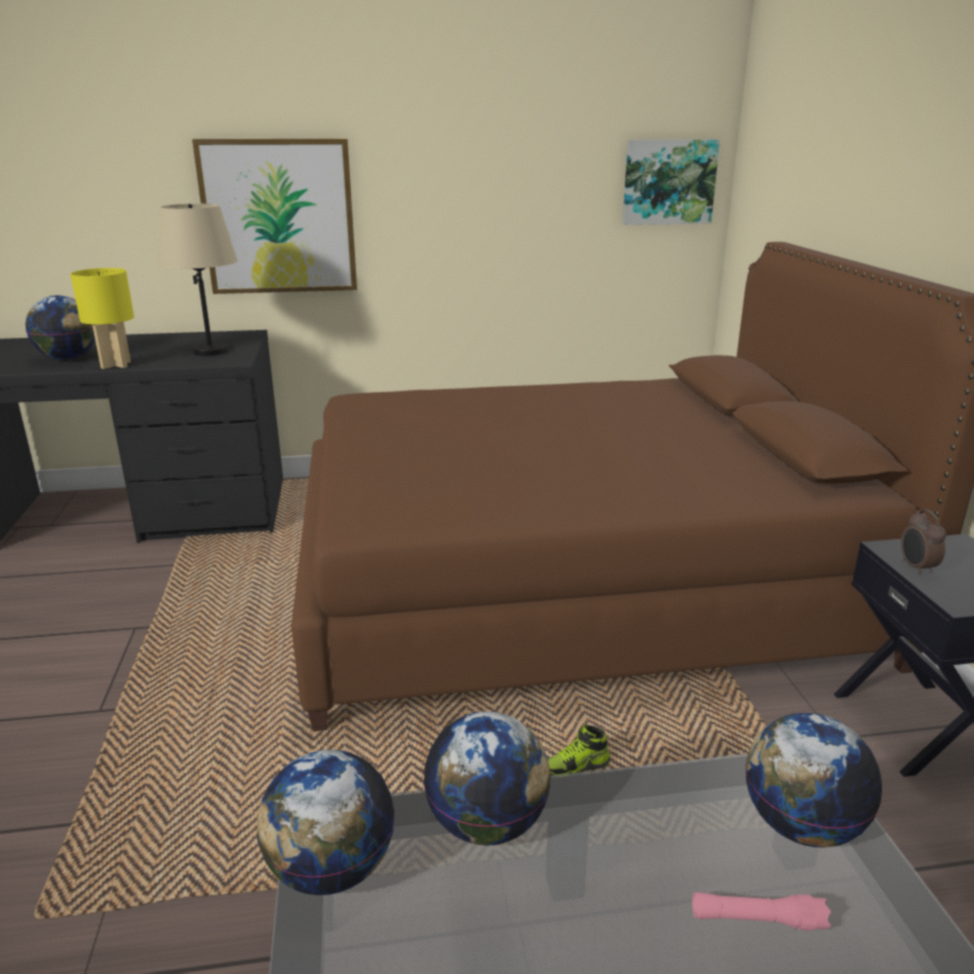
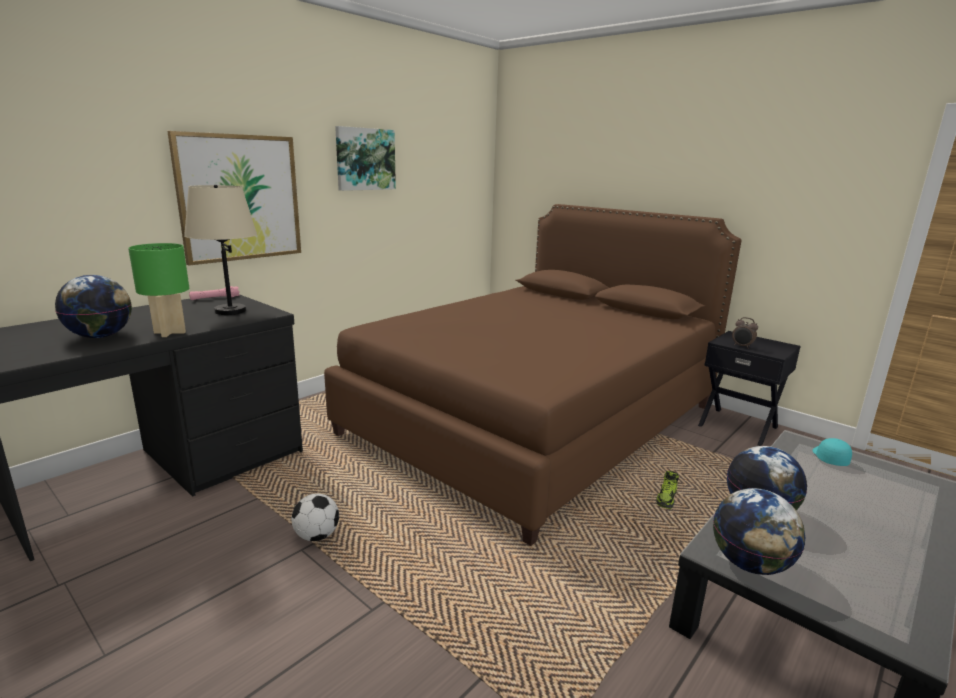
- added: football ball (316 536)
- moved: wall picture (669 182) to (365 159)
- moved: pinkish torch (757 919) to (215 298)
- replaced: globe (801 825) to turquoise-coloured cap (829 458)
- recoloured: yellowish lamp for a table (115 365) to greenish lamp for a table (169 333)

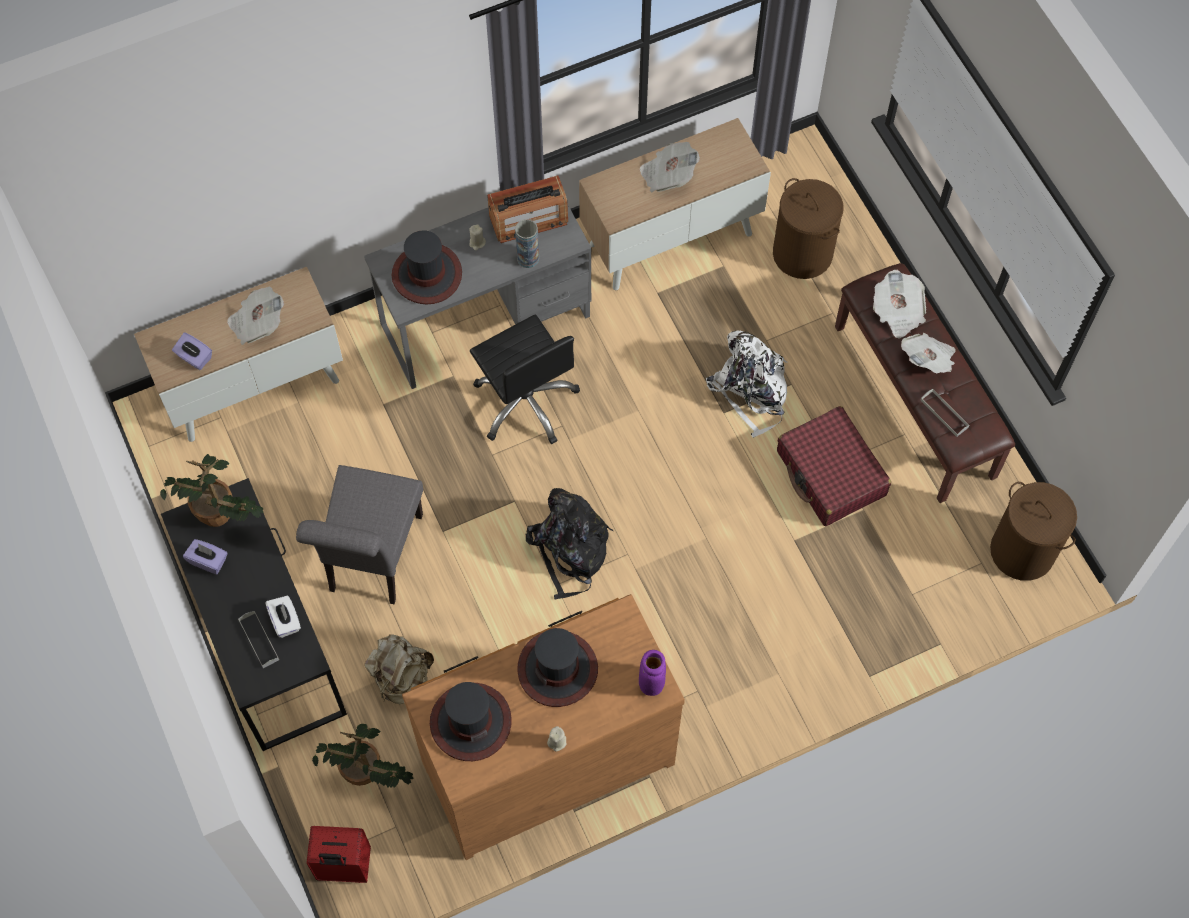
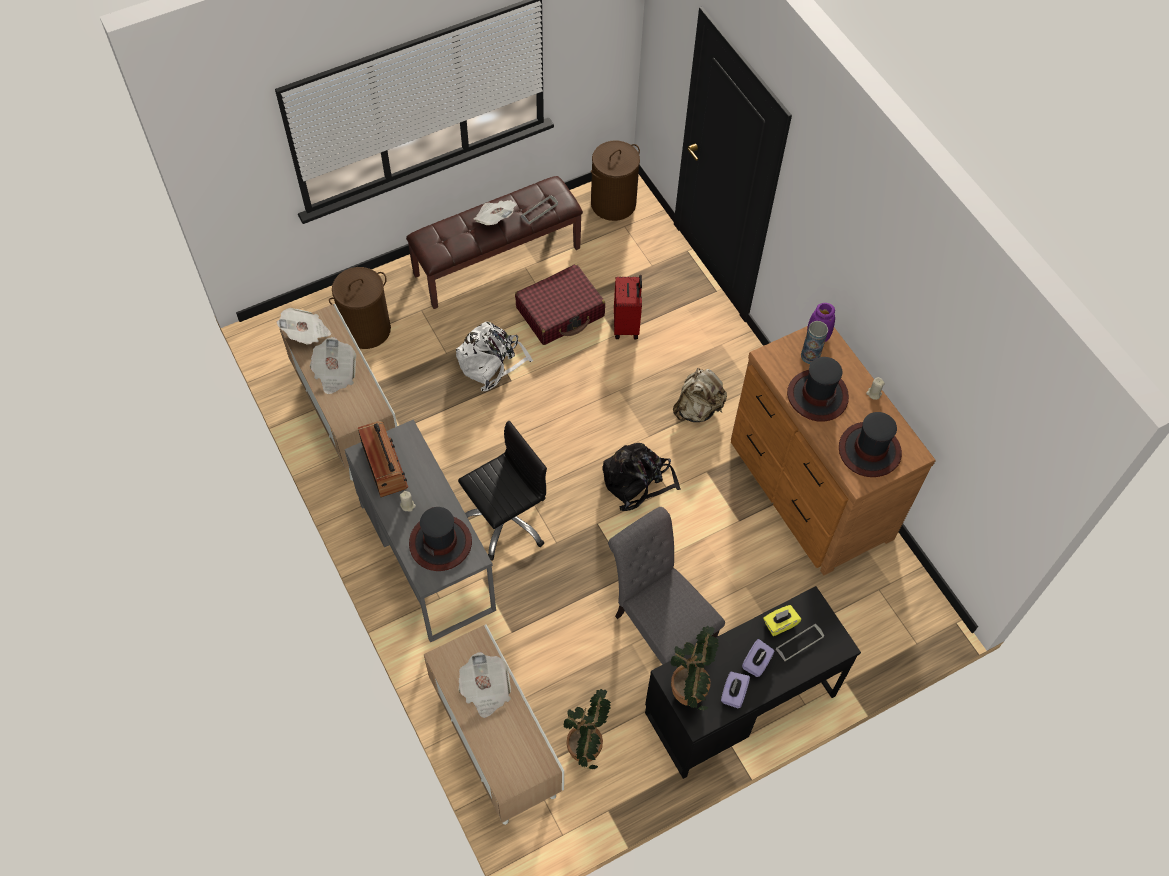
- moved: purple-coloured box of tissues (194 358) to (756 663)
- moved: red suitcase (343 867) to (627 325)
- moved: potted plant (368 776) to (588 745)
- moved: beige knapsack (401 677) to (697 409)
- moved: flower vase (528 258) to (810 356)
- moved: daily paper (897 312) to (306 333)
- recoloured: white box of tissues (285 621) to yellowish box of tissues (780 624)
- turned: grey upright chair (372 559) = (658 627) 135 degrees counterclockwise

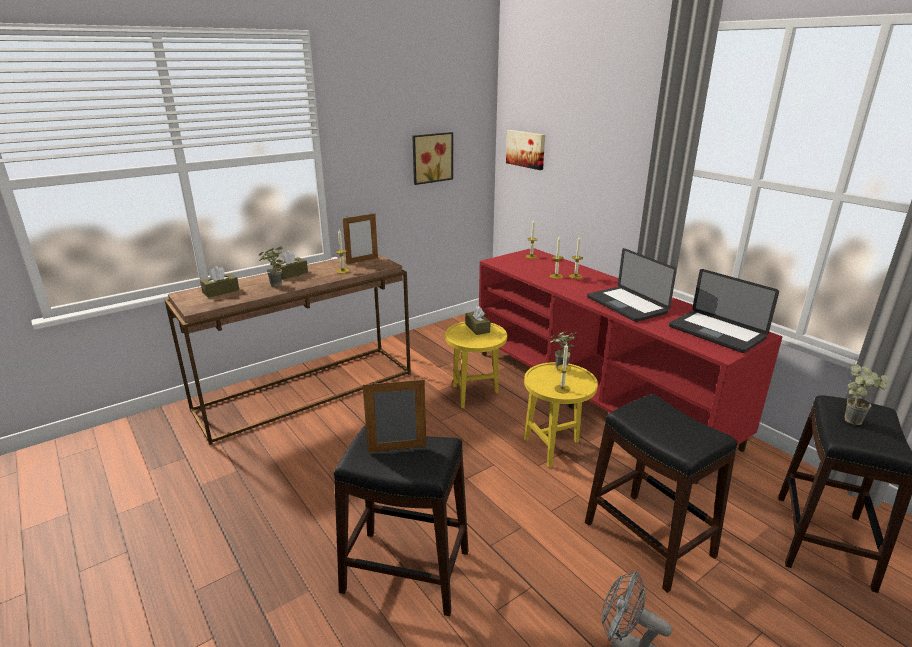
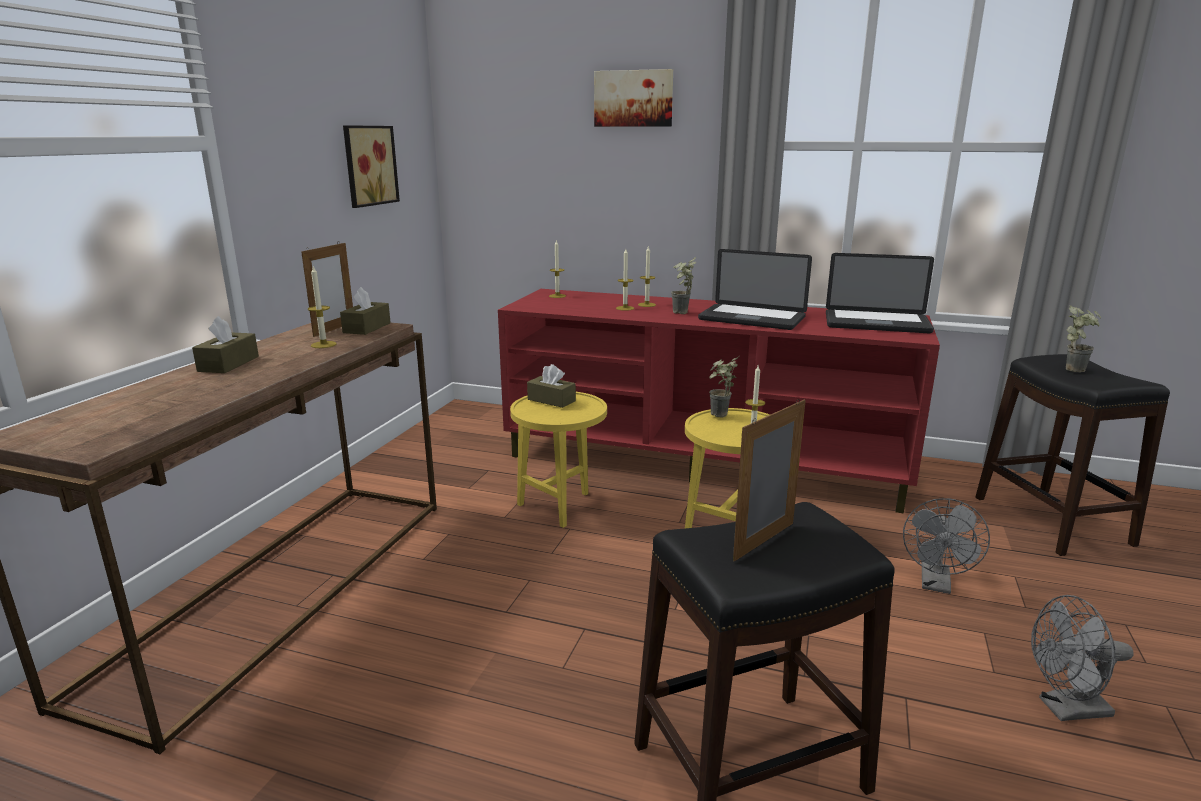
- moved: brown-coloured box of tissues (221 291) to (367 328)
- moved: potted plant (274 286) to (682 314)
- moved: wall picture (526 149) to (633 98)
- replaced: blackish stool (648 538) to grey electric fan (936 584)

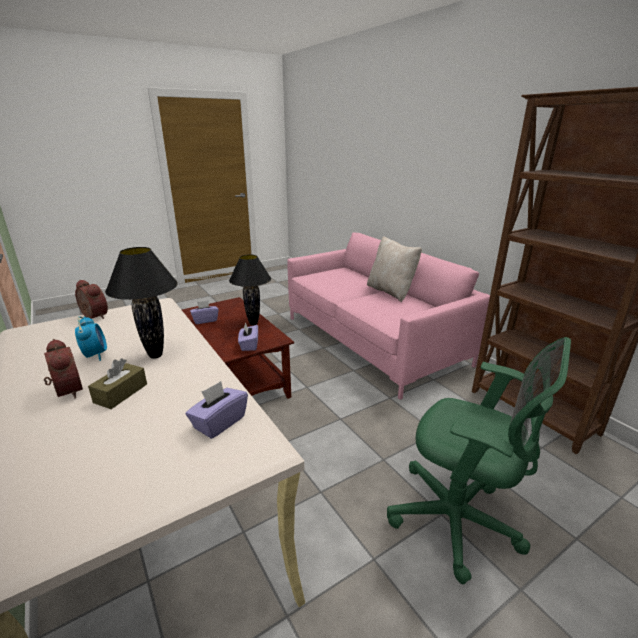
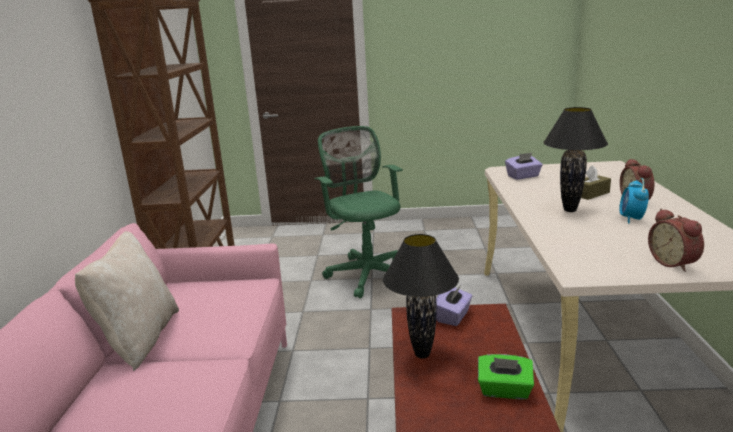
- recoloured: purple-coloured box of tissues (205 320) to greenish box of tissues (504 391)

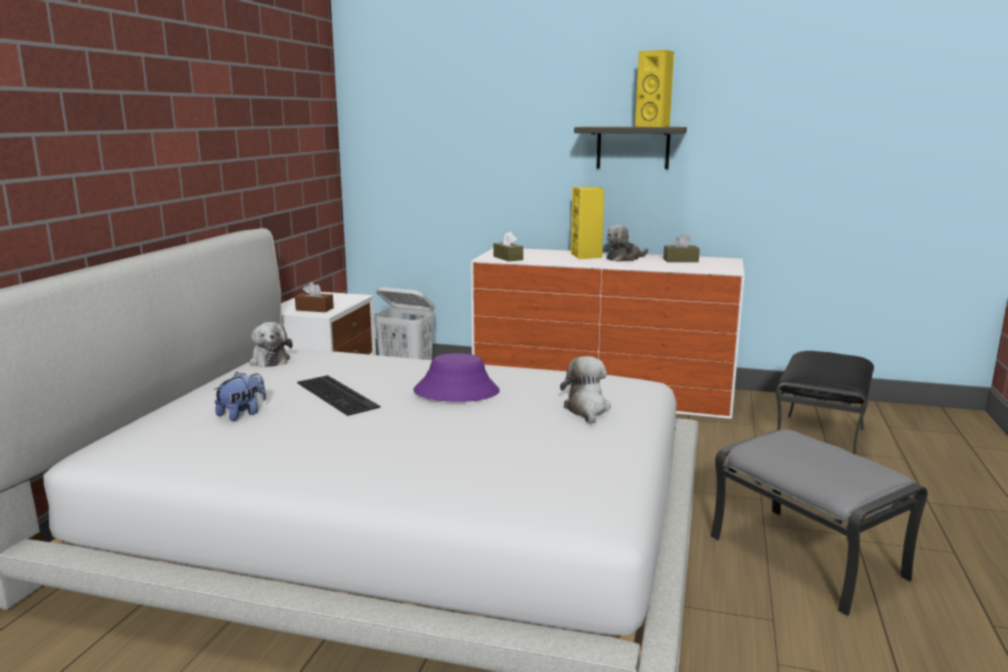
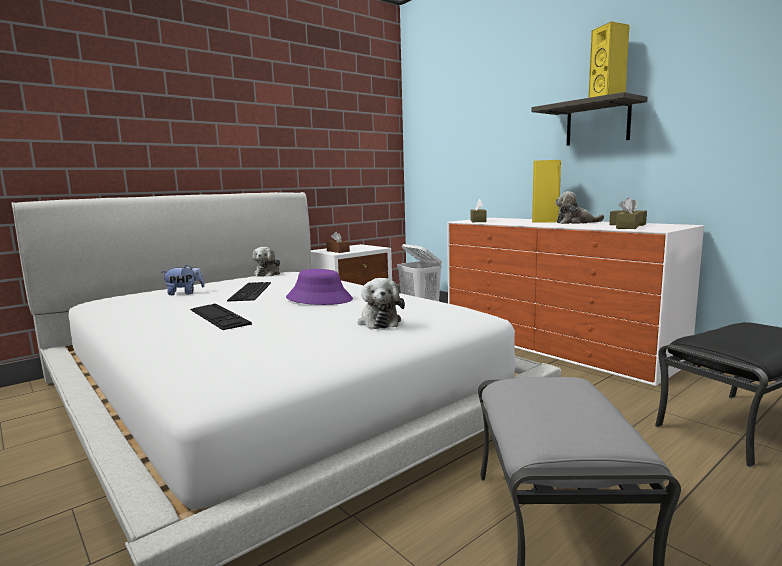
- added: keyboard (219 316)
- added: brown-coloured box of tissues (627 227)
- turned: soft toy (586 409) = (379 321) 135 degrees clockwise

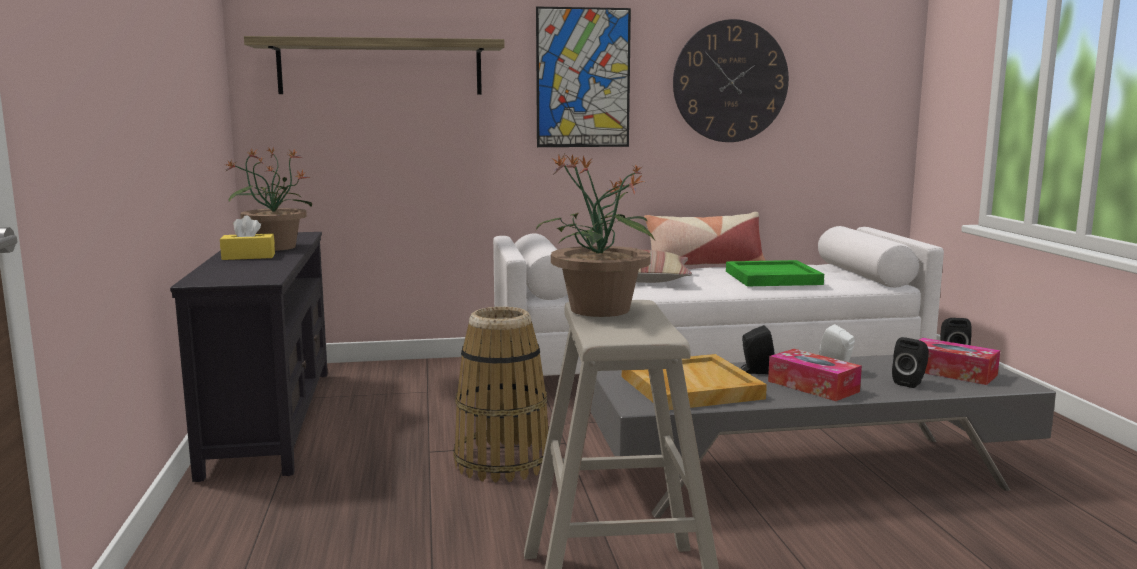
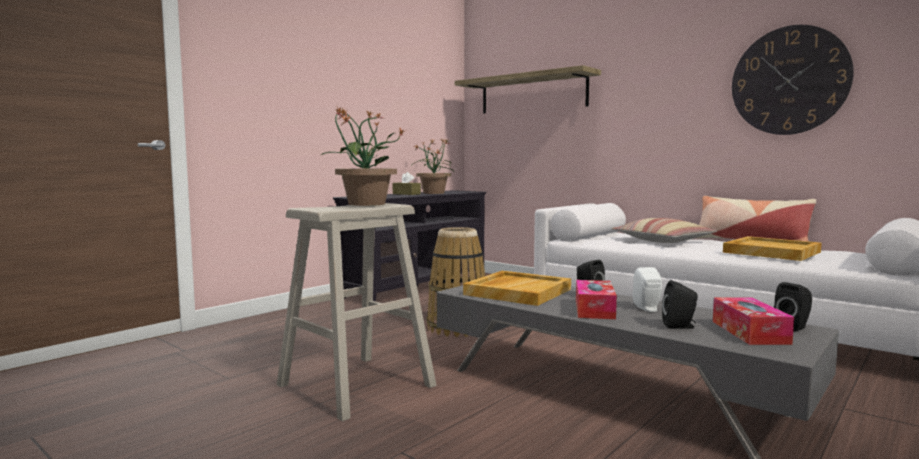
- removed: wall picture (583 78)
- recoloured: yellowish box of tissues (248 257) to brown-coloured box of tissues (406 194)
- recoloured: greenish serving tray (772 278) to beige serving tray (770 252)

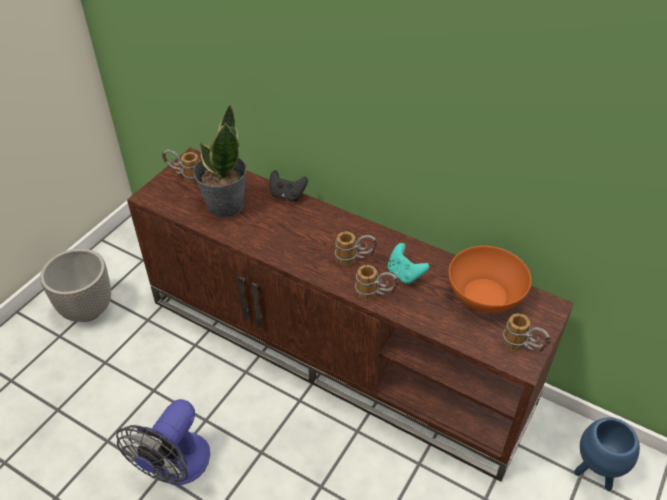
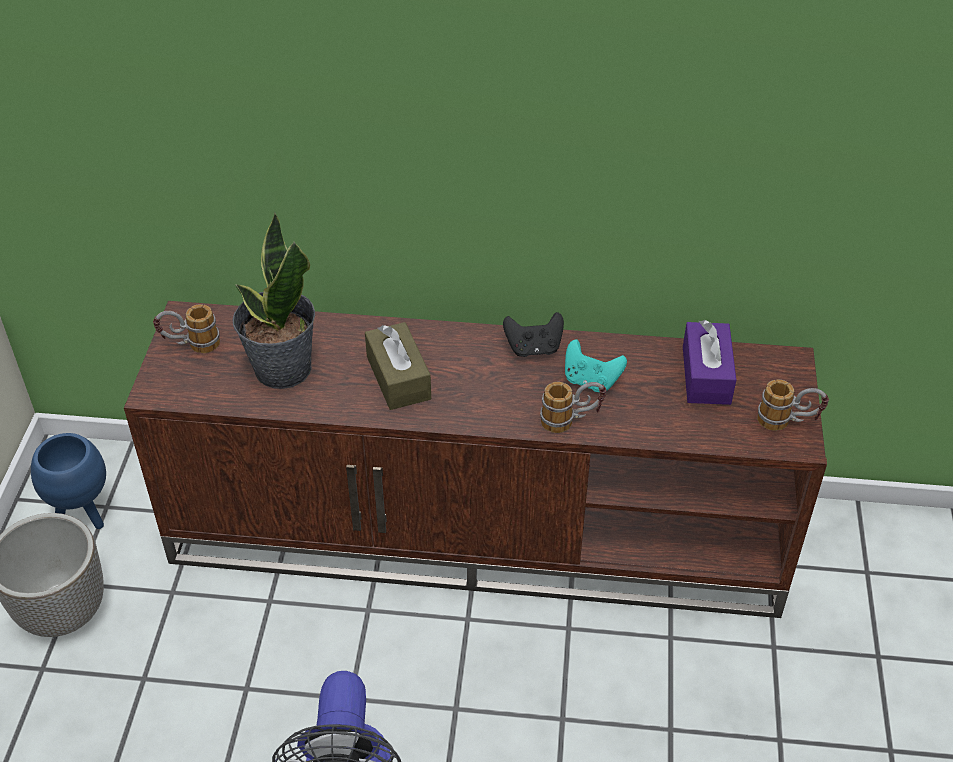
- removed: coffee mug (355 259)
- added: brown-coloured box of tissues (398 378)
- moved: blackish game controller (287 195) to (533 348)
- moved: blue plant pot (595 473) to (84 515)
- replaced: orangey bowl (485 296) to purple-coloured box of tissues (706 375)

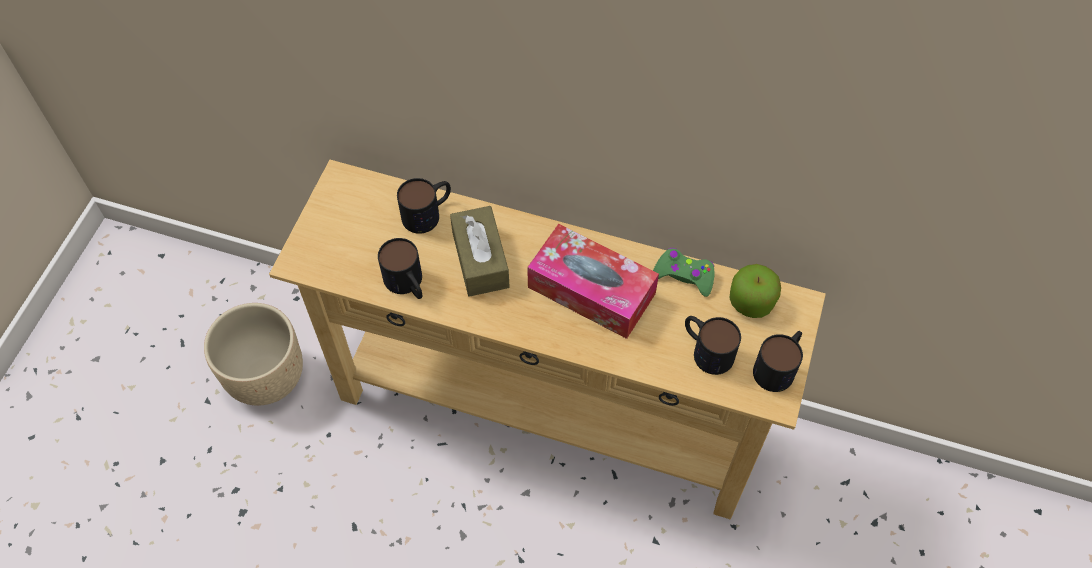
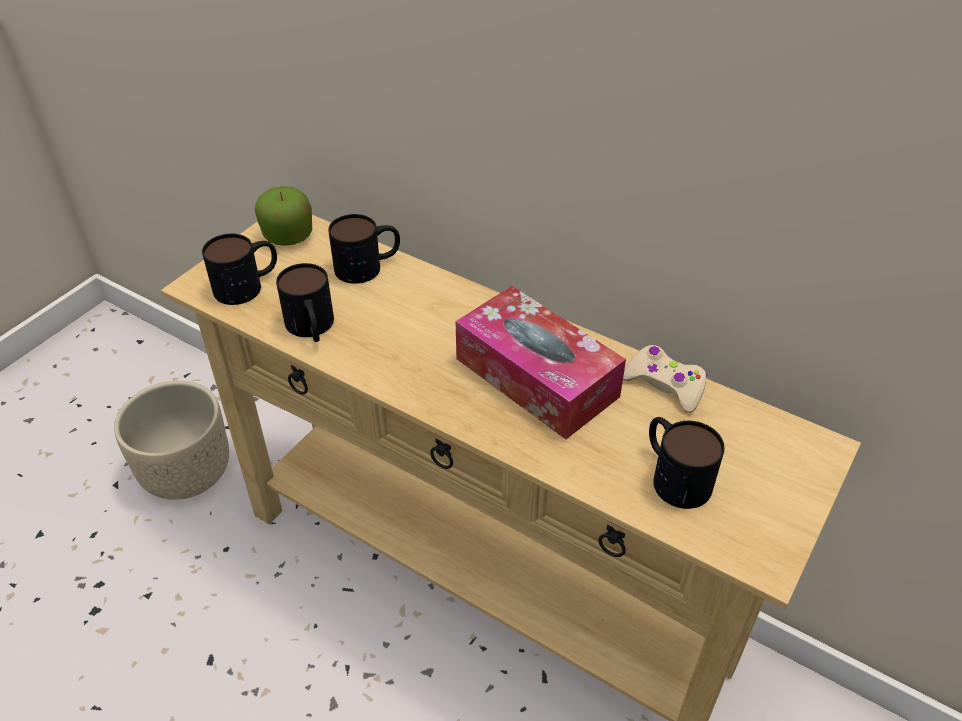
- removed: brown-coloured box of tissues (480 260)
- moved: apple (751 302) to (288 236)
- moved: coffee mug (779 366) to (248 285)
- recoloured: greenish game controller (684 275) to beige game controller (664 384)

